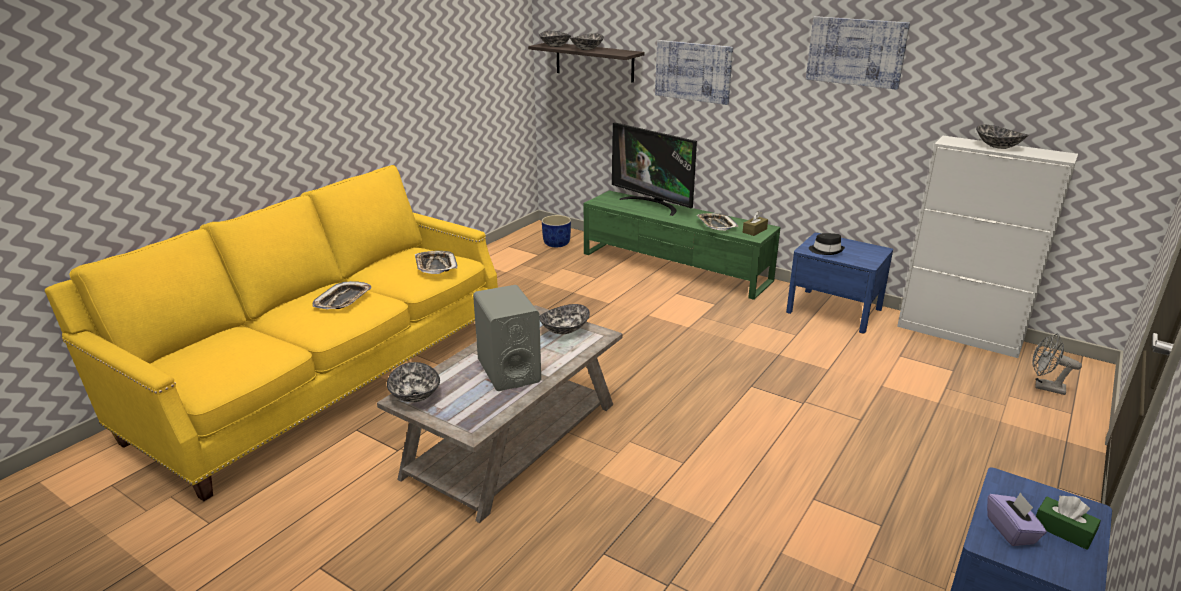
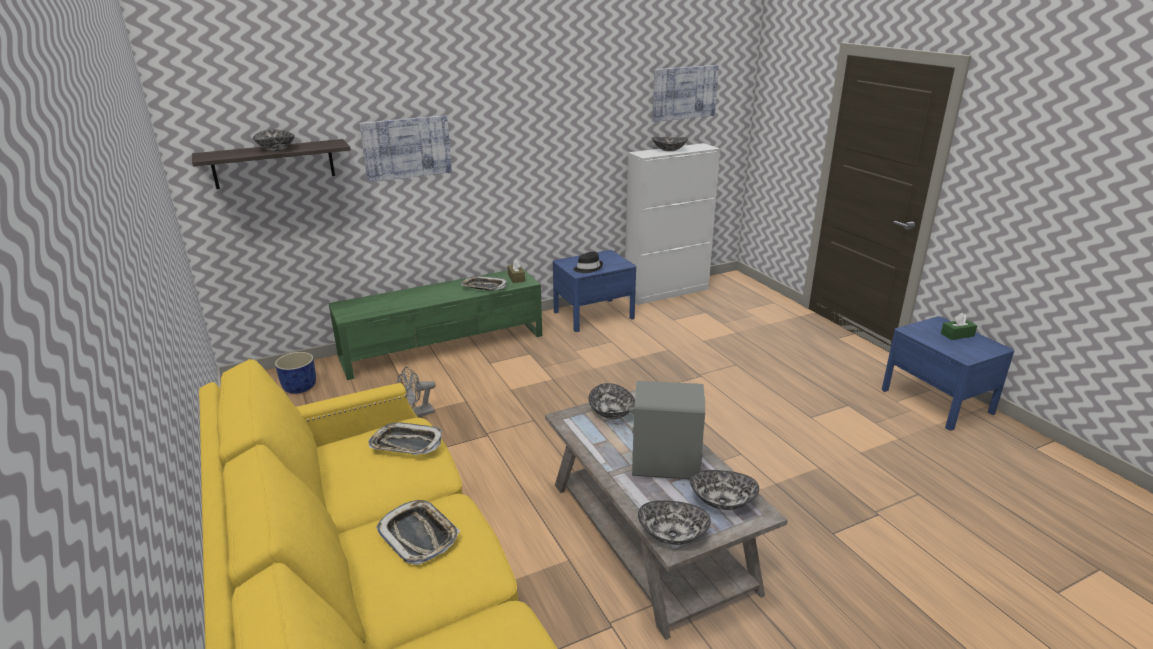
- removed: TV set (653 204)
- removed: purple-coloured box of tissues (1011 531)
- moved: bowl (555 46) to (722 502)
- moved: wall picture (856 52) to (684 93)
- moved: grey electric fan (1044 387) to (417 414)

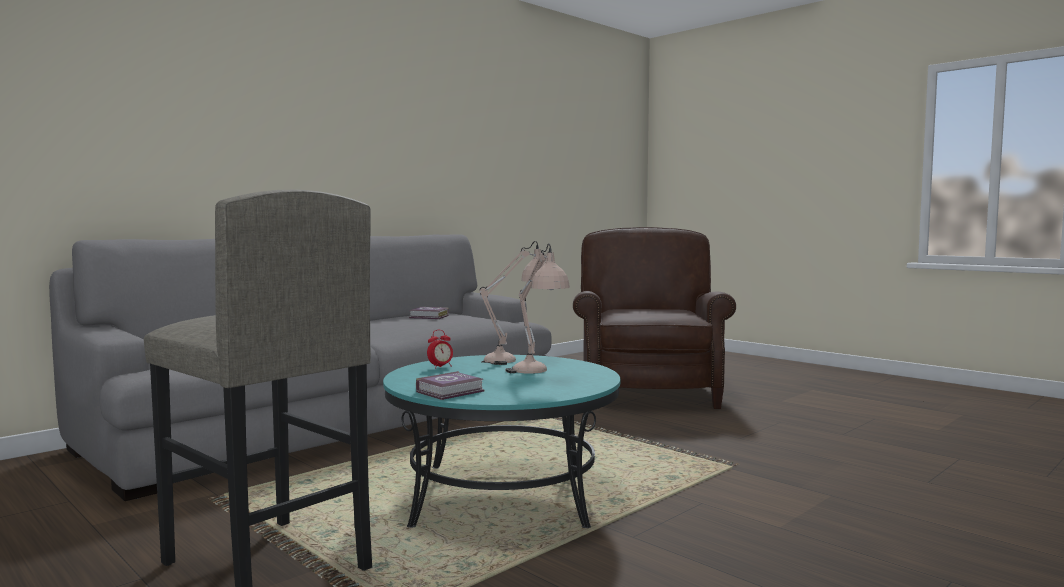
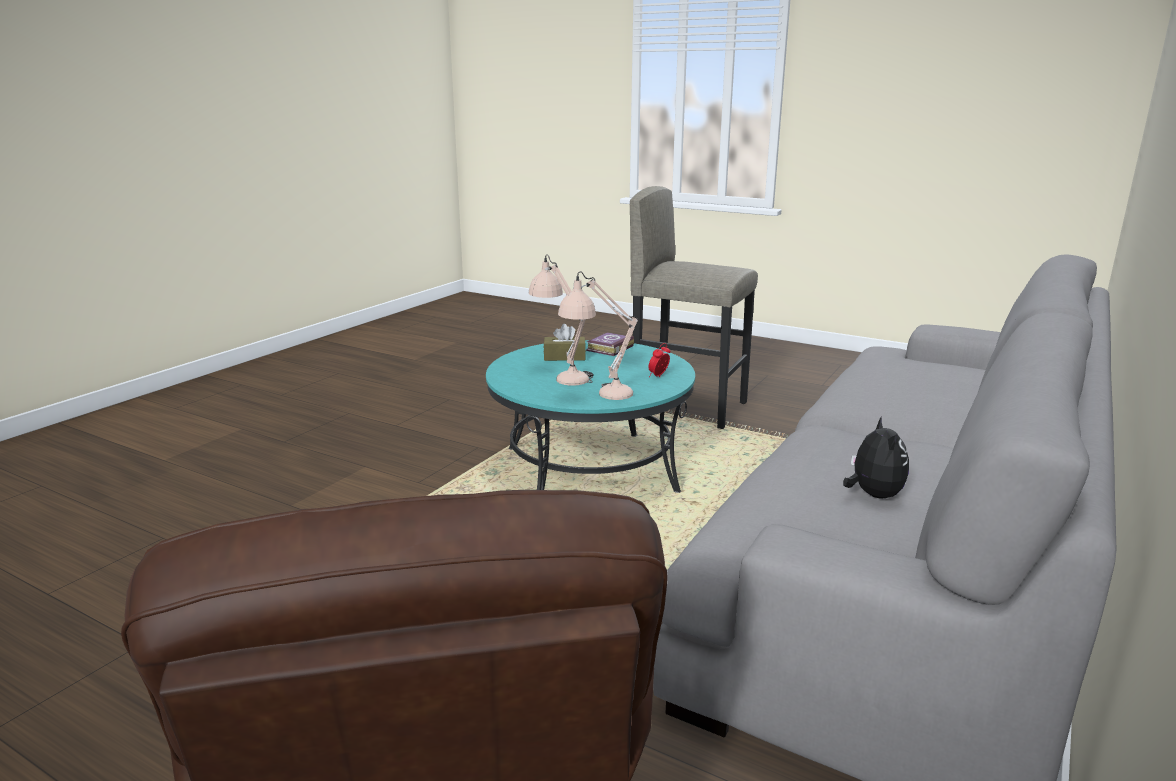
- added: brown-coloured box of tissues (564 357)
- replaced: bound book (429 317) to soft toy (873 495)

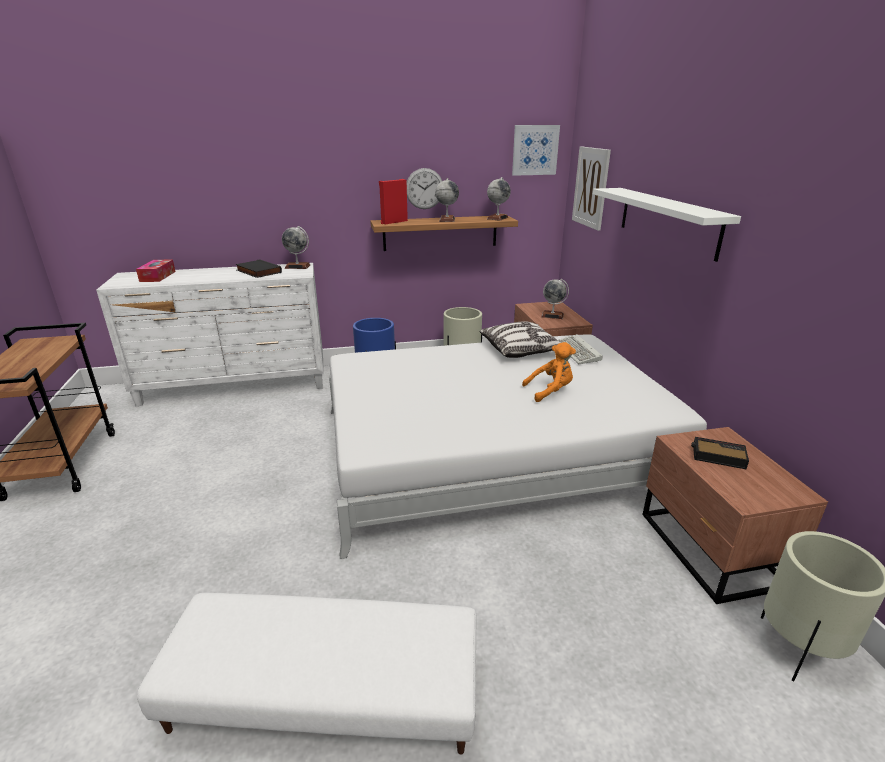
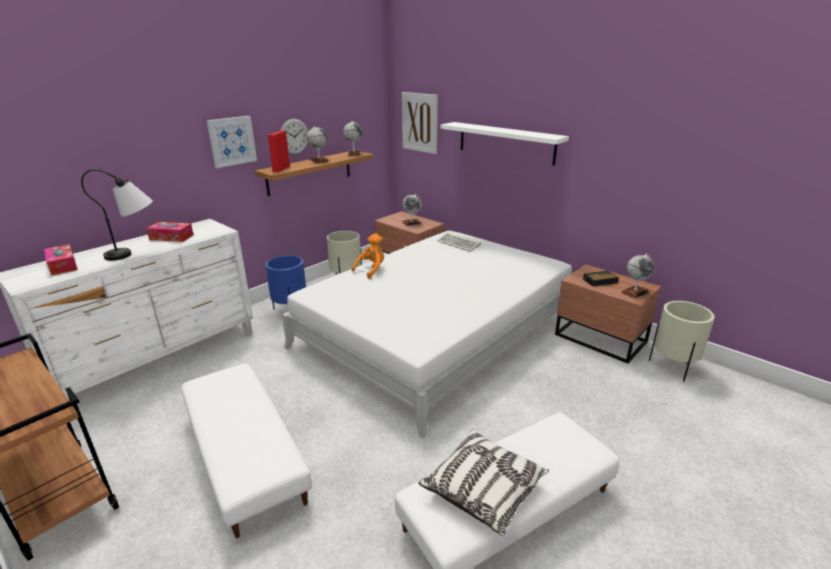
- added: lamp for a table (136 253)
- added: white ottoman (243 455)
- moved: globe (297 266) to (635 292)
- moved: throw pillow (520 350) to (483 489)
- moved: wall picture (535 150) to (232 141)
- moved: orangey soft toy (550 391) to (371 270)
- replaced: blackish bound book (257 271) to box of tissues (171 237)

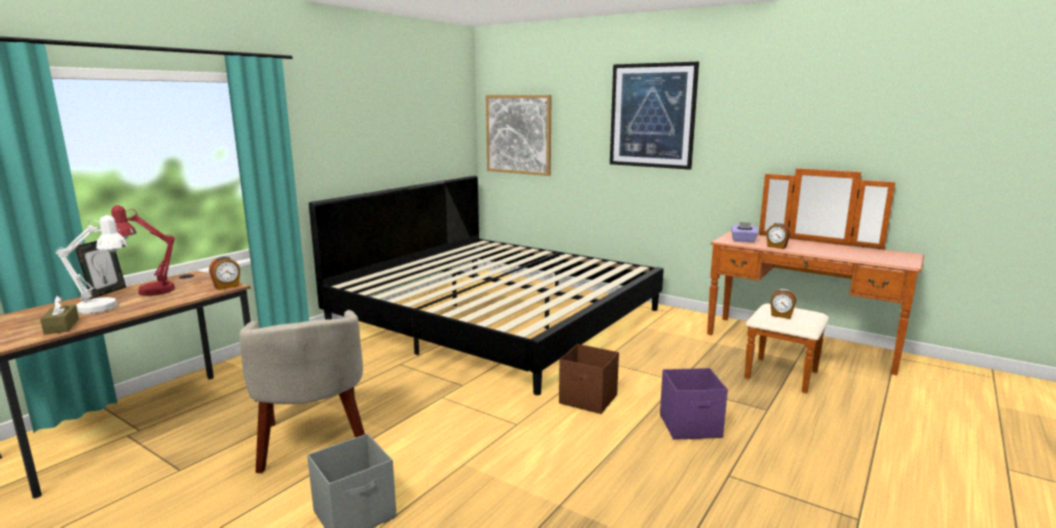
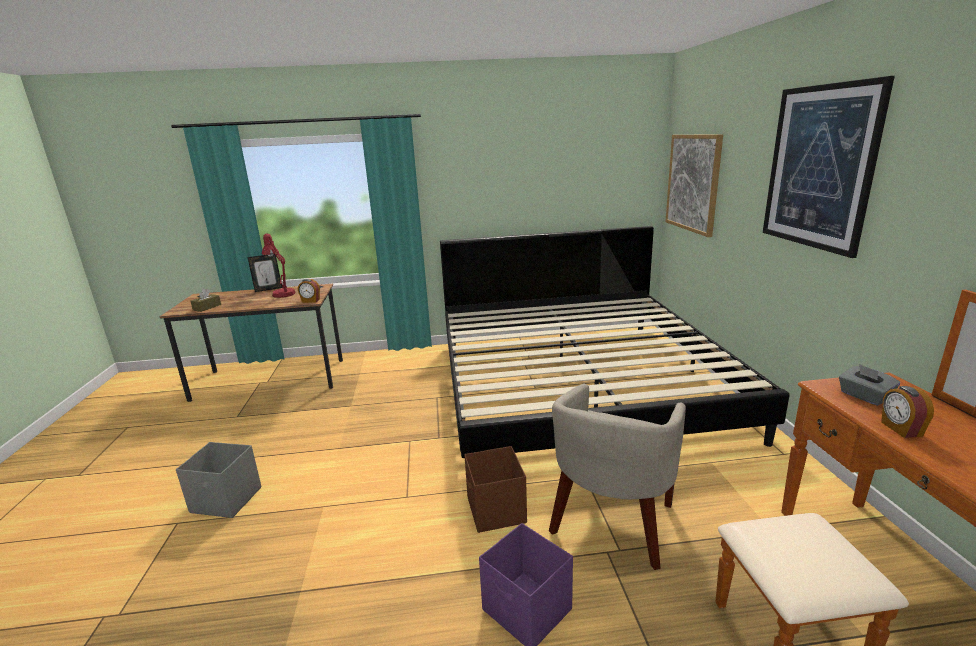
- removed: white lamp for a table (105 308)
- removed: bedside clock (781 315)
- moved: beige armchair (313 442) to (612 523)
- recoloured: purple-coloured box of tissues (743 240) to grey box of tissues (864 396)

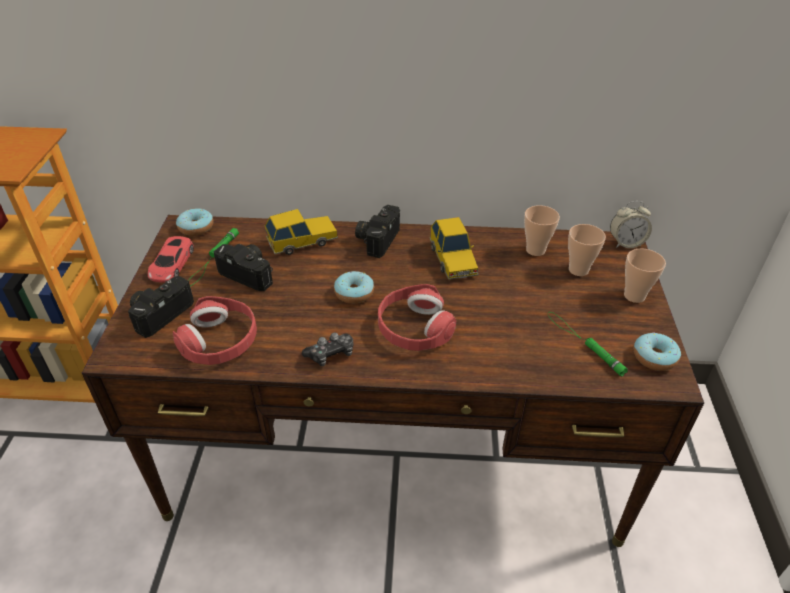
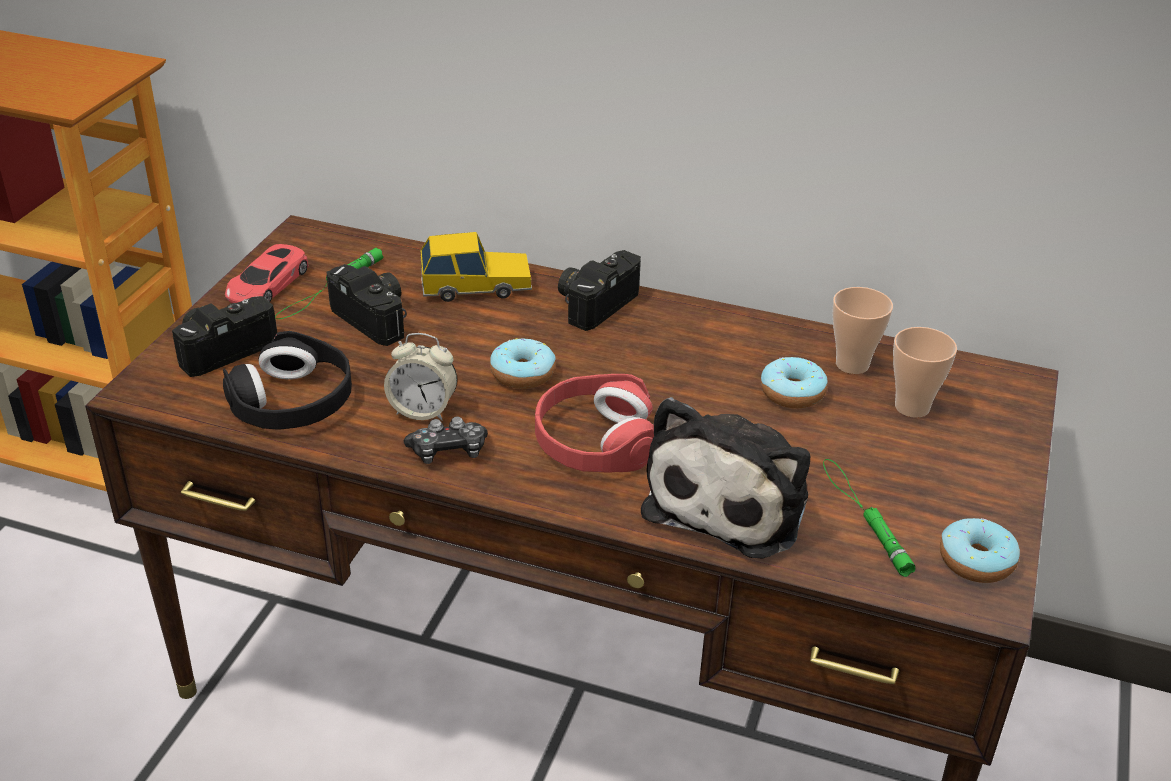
- removed: miniature car (453 259)
- removed: cup (634 296)
- added: soft toy (731 500)
- moved: ring doughnut (196 228) to (792 393)
- moved: bedside clock (626 243) to (423 410)
- recoloured: red headset (219 340) to blackish headset (293 401)

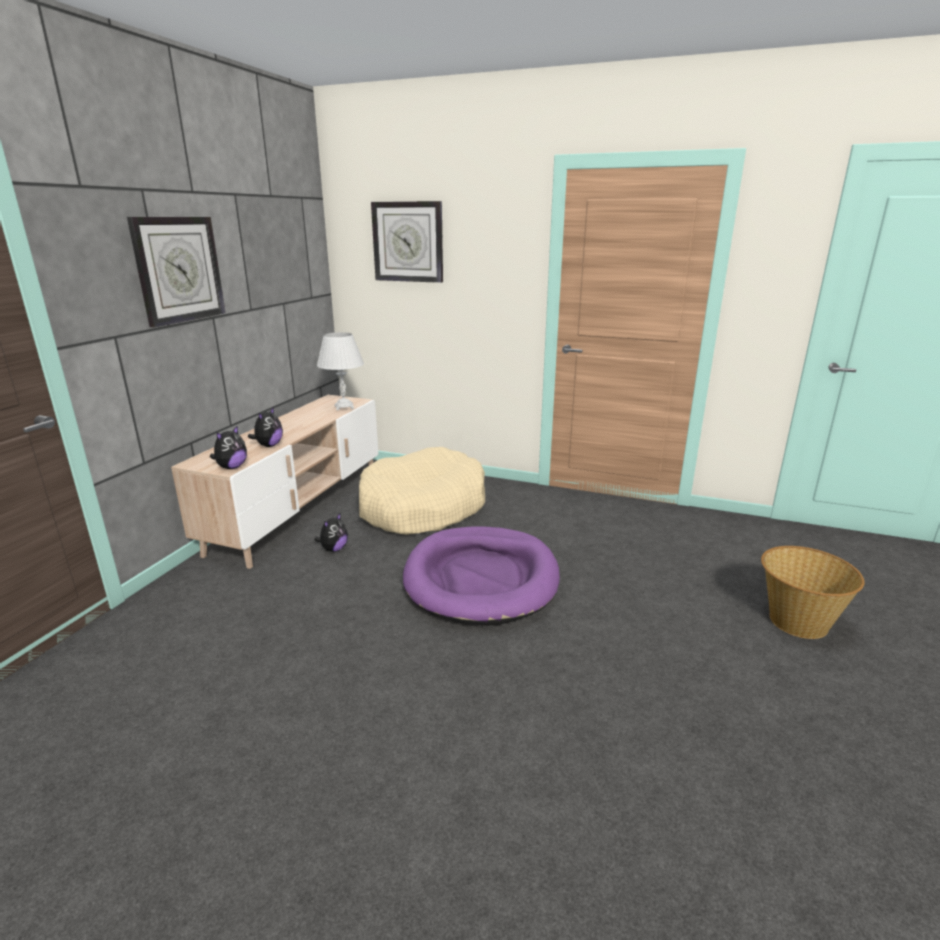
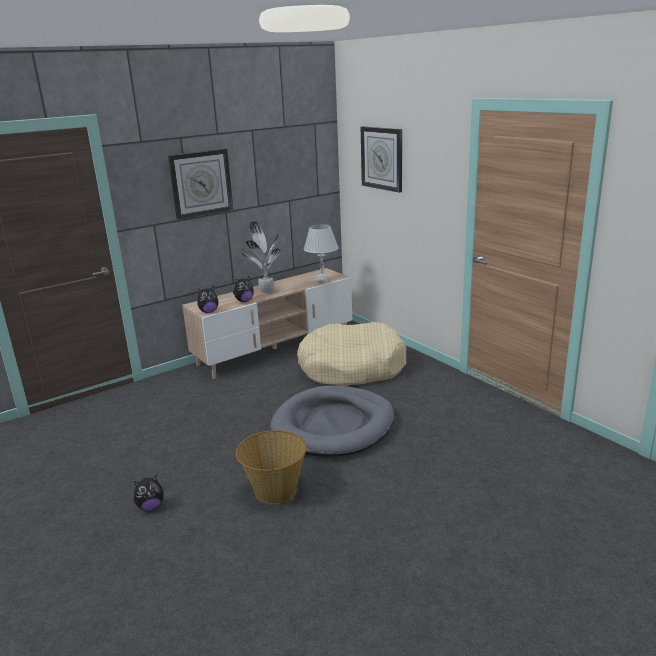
- added: potted plant (266 291)
- moved: soft toy (333 549) to (150 506)
- moved: basket (797 622) to (274 490)
- recoloured: purple-coloured dog cushion (481 578) to grey dog cushion (333 425)

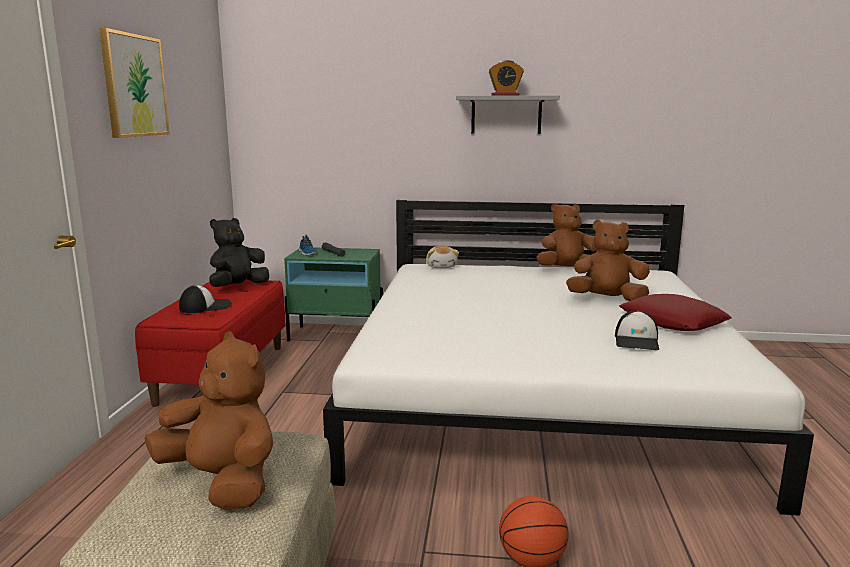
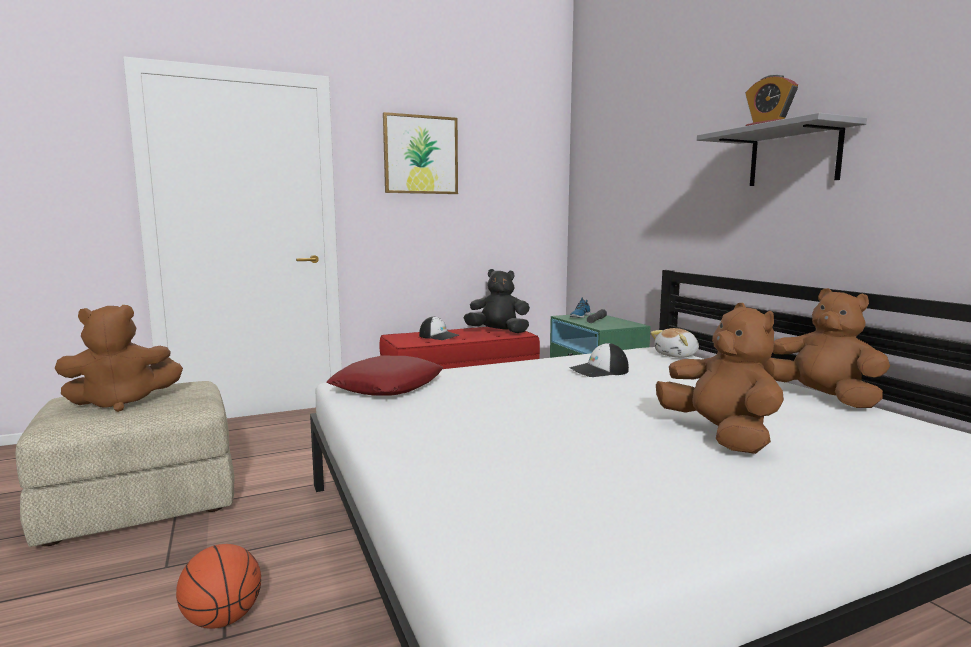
- moved: cap (637 341) to (599 371)
- moved: red throw pillow (672 321) to (388 386)
- turned: brown-coloured soft toy (222 482) = (121 403) 60 degrees clockwise

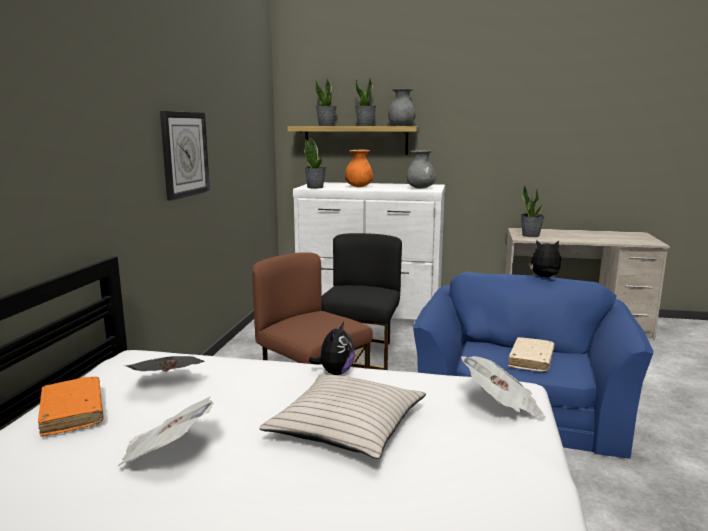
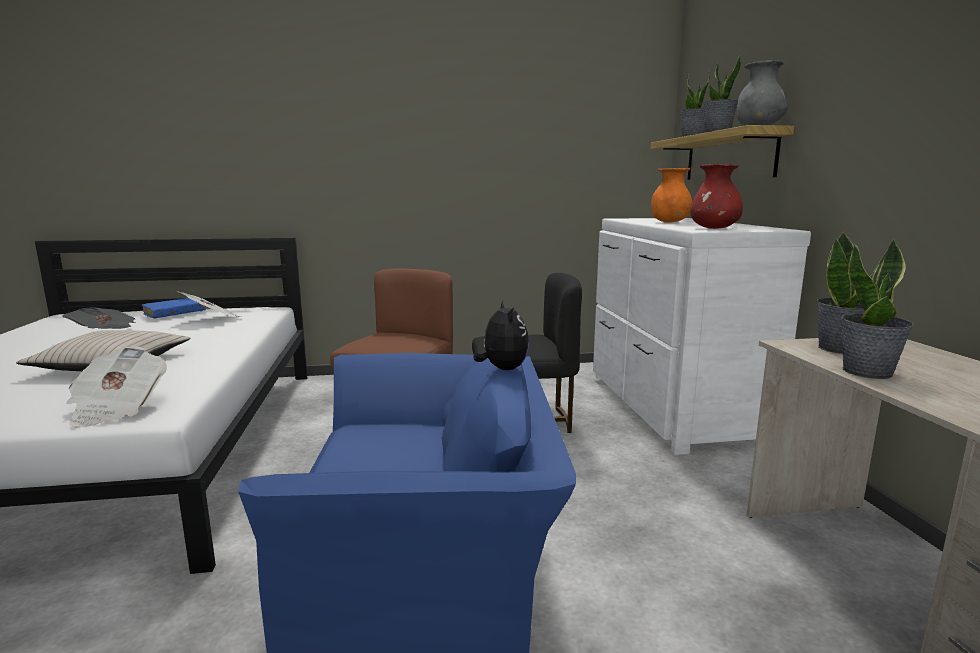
- removed: hanging clock (184 154)
- removed: soft toy (335 372)
- removed: beige bound book (531 360)
- moved: potted plant (315 187) to (868 372)
- recoloured: orangey bound book (72 413) to blue bound book (175 314)
- recoloured: grey flower vase (420 188) to red flower vase (714 228)

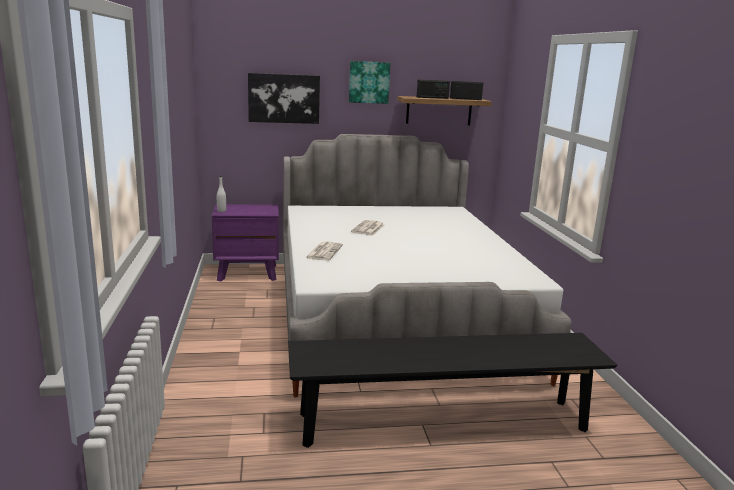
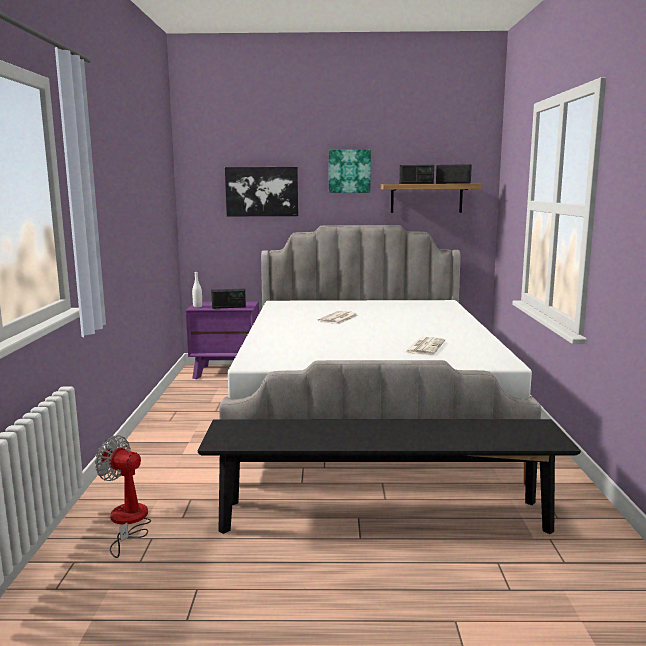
- added: electric fan (128 522)
- added: radio set (228 307)
- moved: daily paper (324 251) to (425 347)

